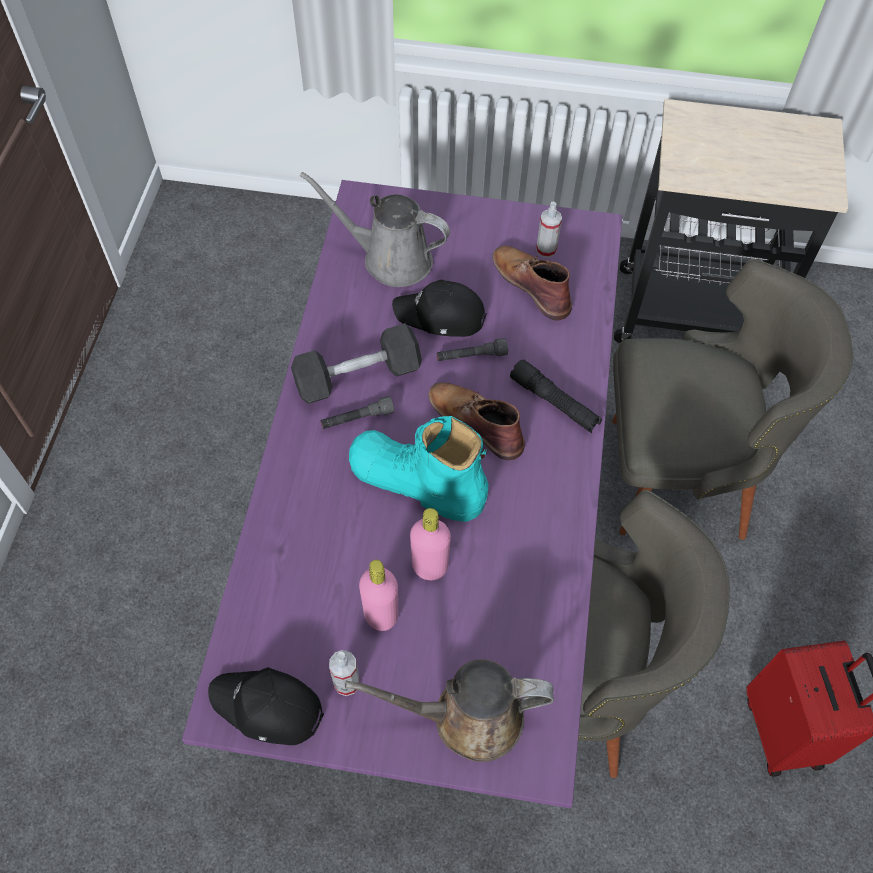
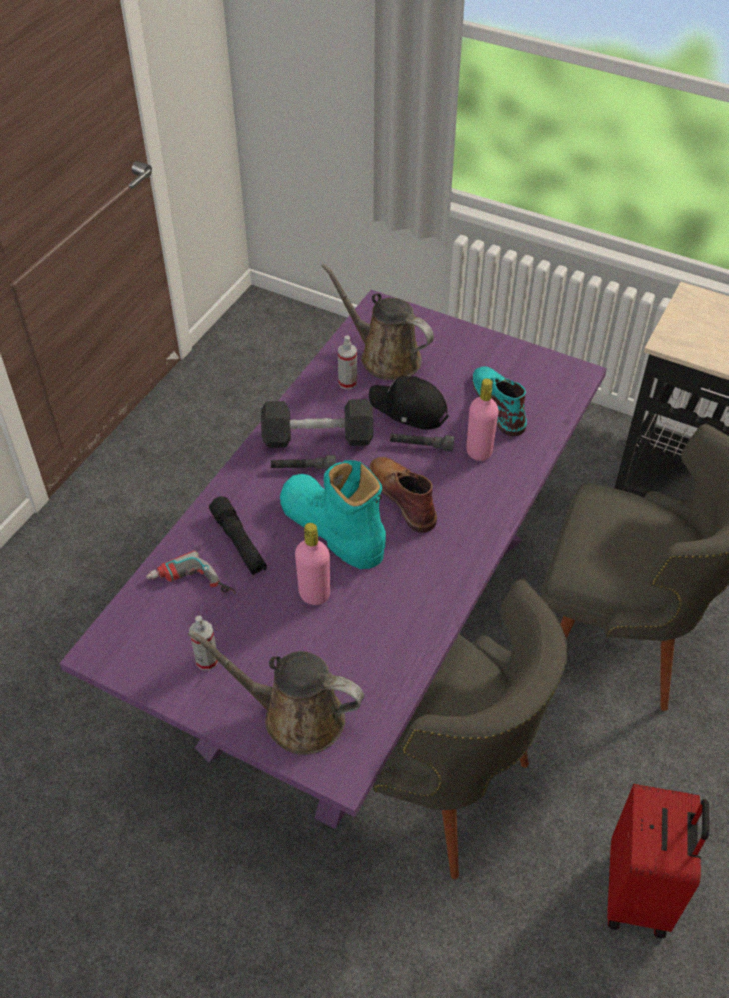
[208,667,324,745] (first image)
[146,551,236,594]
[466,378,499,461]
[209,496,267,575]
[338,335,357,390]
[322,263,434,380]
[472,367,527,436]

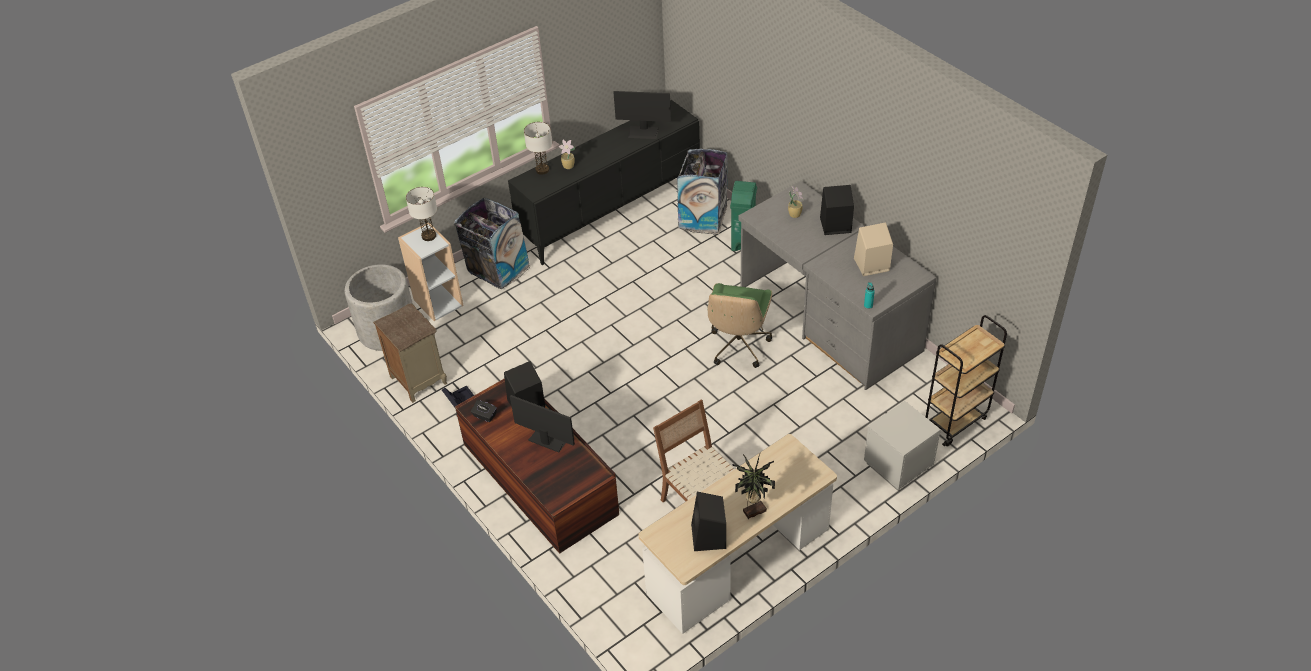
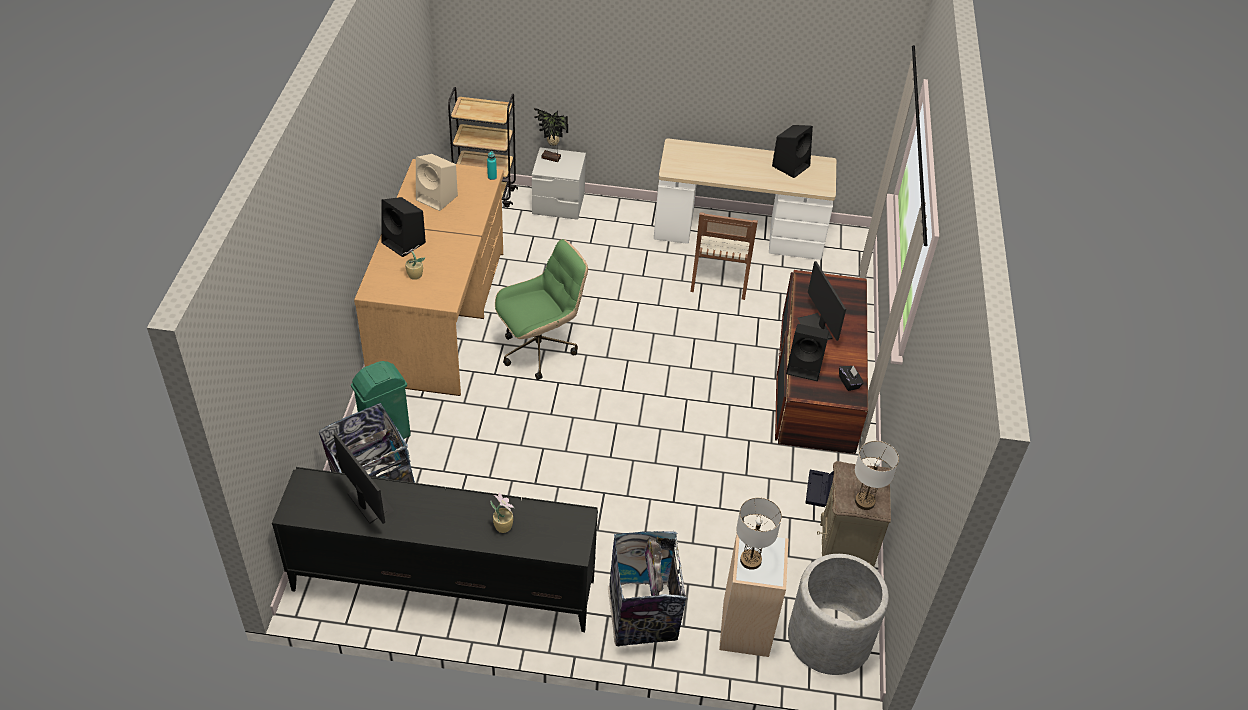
[855,441,899,510]
[534,108,568,162]
[354,159,504,396]

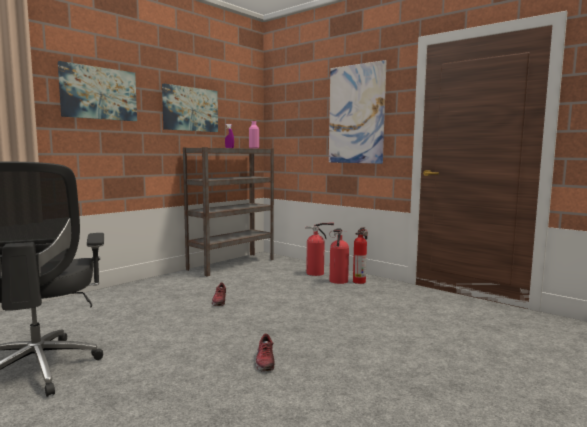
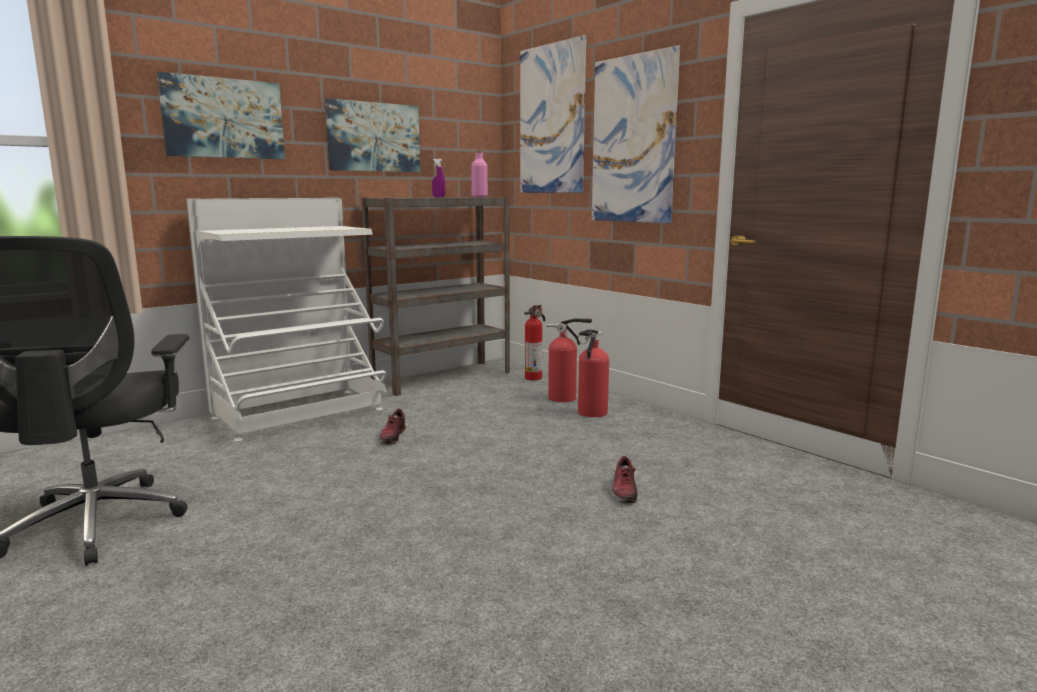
[186,198,387,441]
[520,35,586,193]
[612,456,637,503]
[524,305,545,381]

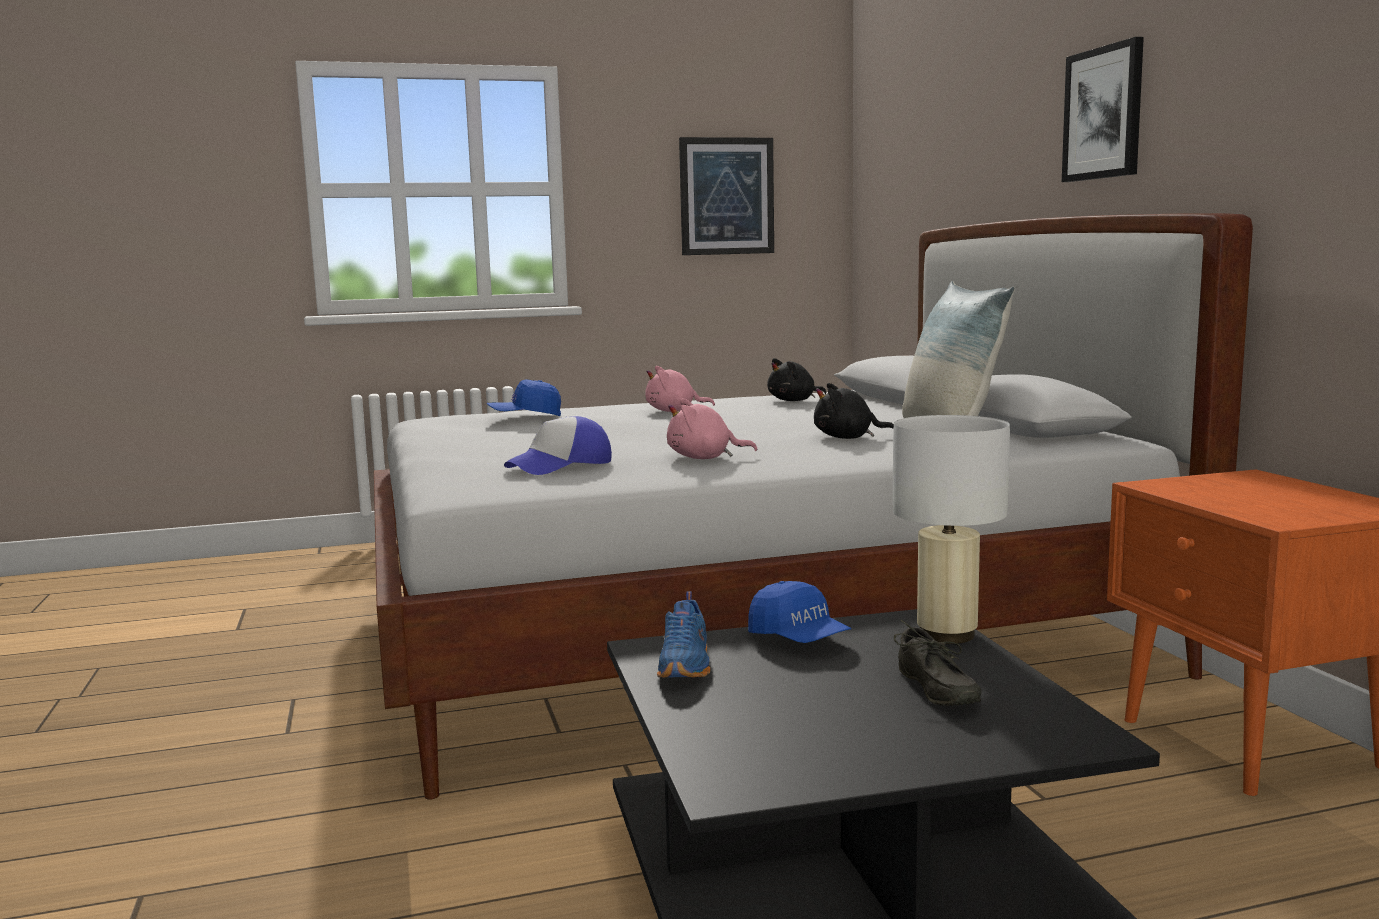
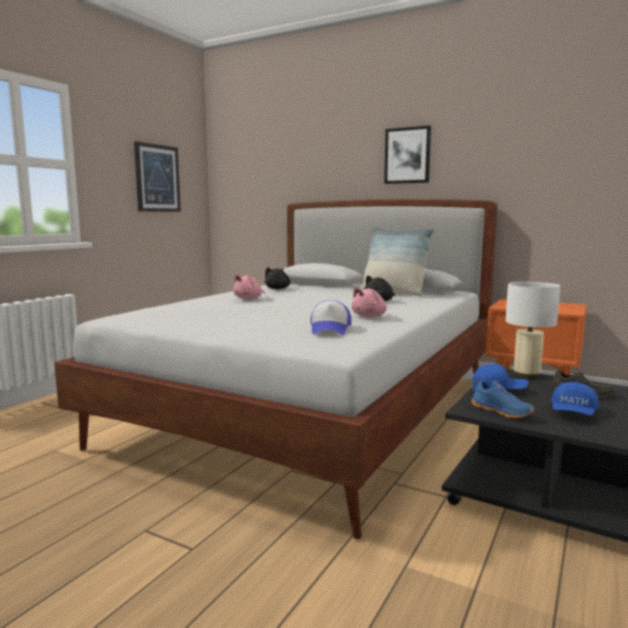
[551,382,599,416]

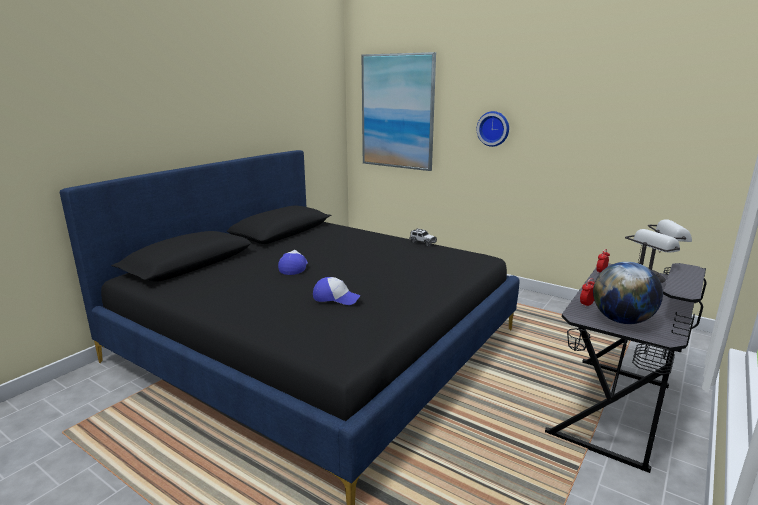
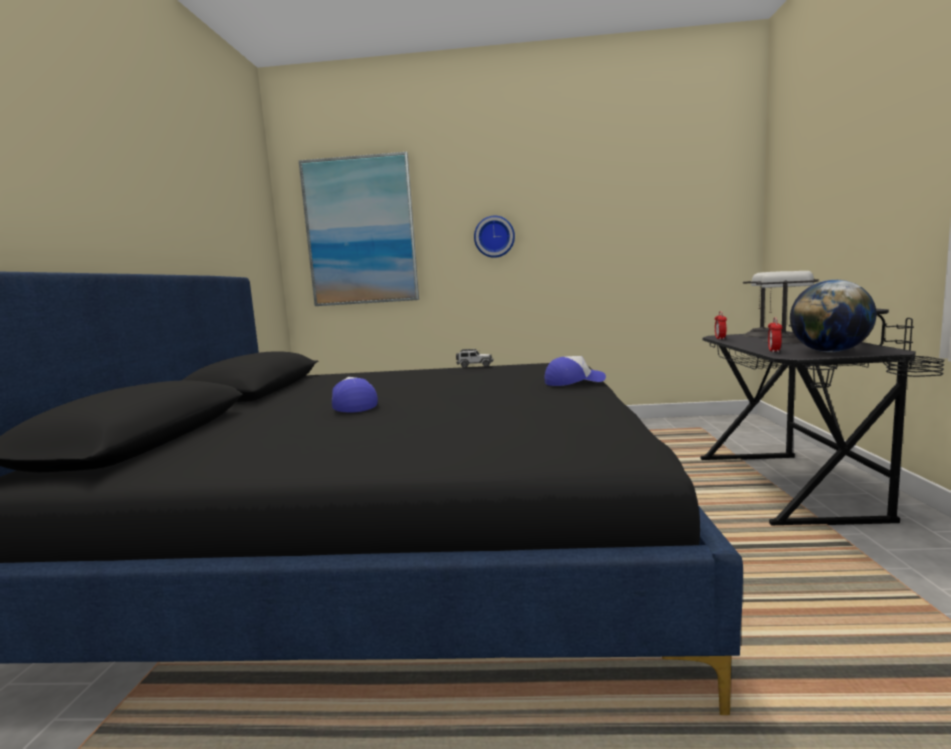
[544,356,606,386]

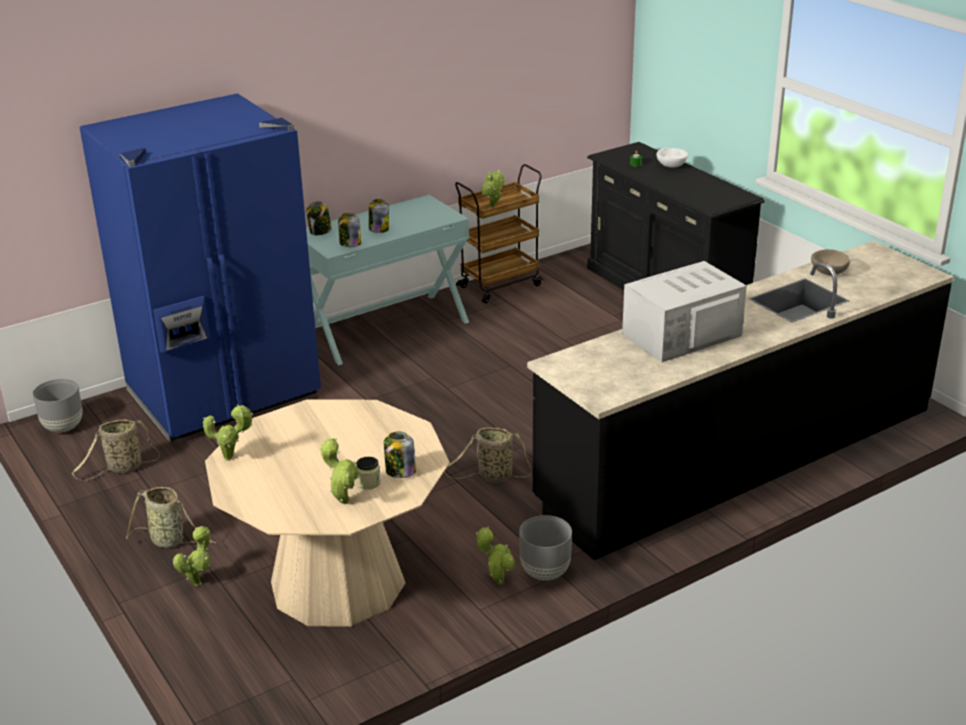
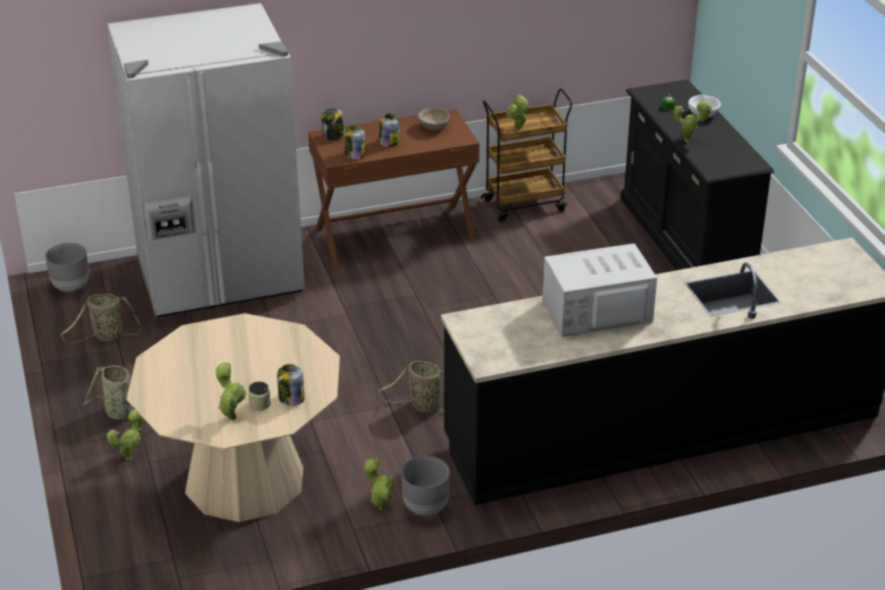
[674,100,713,142]
[418,108,450,131]
[107,3,305,319]
[308,109,480,266]

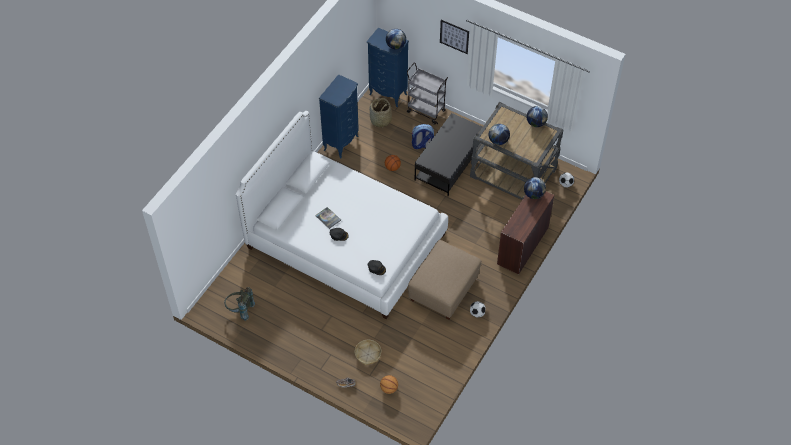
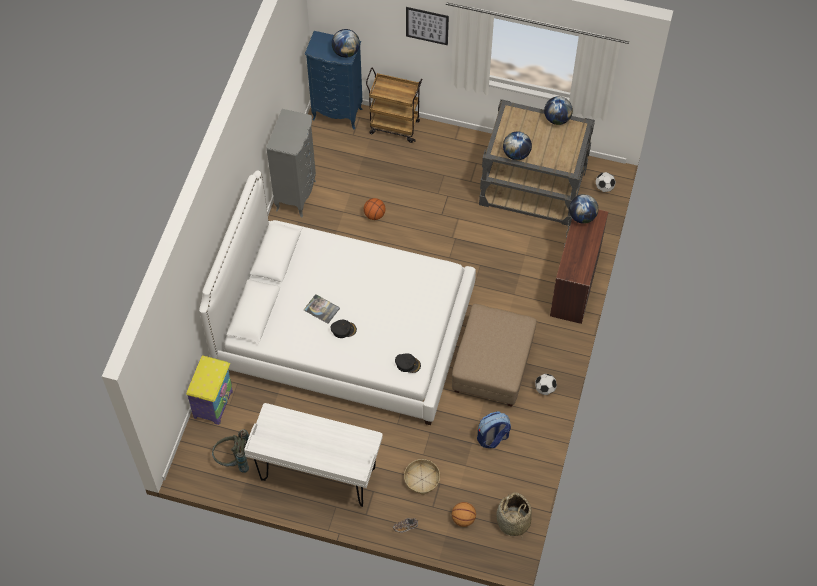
[415,113,482,196] (first image)
[186,355,233,425]
[244,403,383,507]
[497,492,532,540]
[477,412,511,448]
[266,109,316,217]
[366,68,422,143]

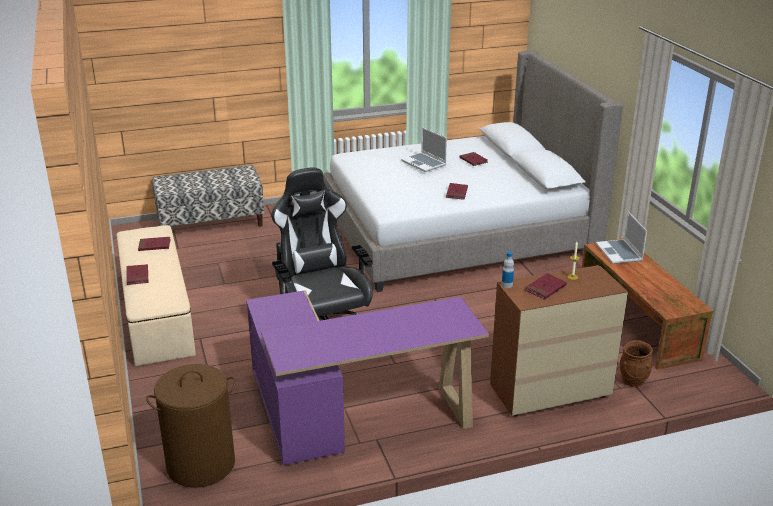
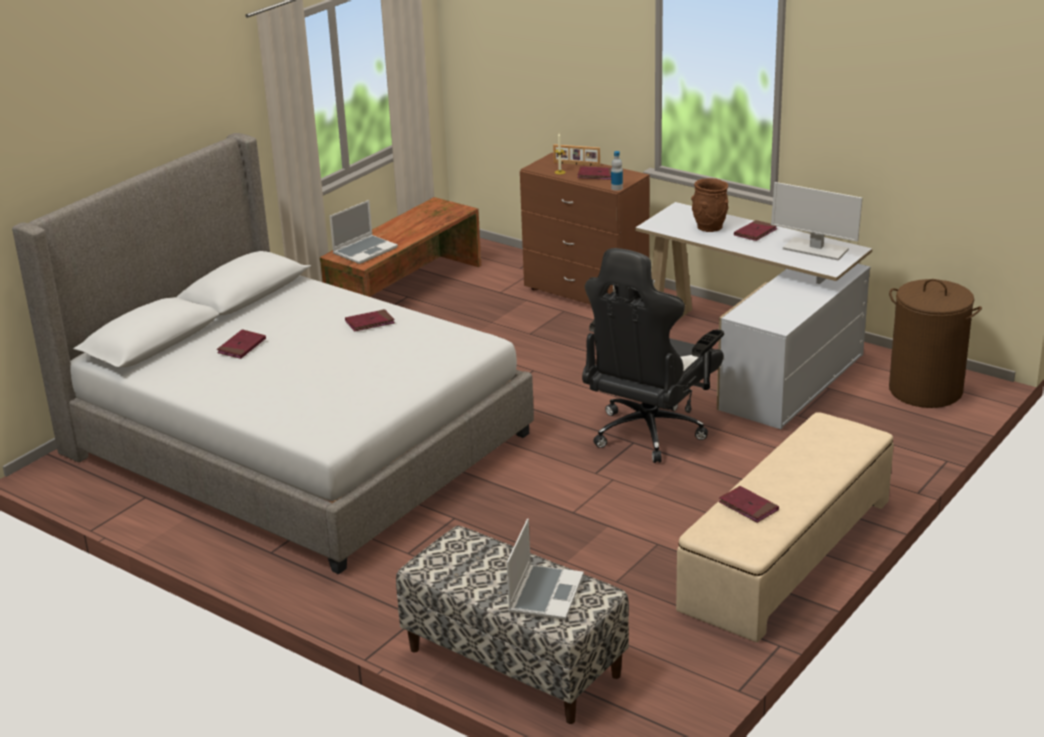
[553,144,600,166]
[771,182,863,260]
[734,220,778,241]
[507,518,584,620]
[691,178,728,232]
[635,202,872,429]

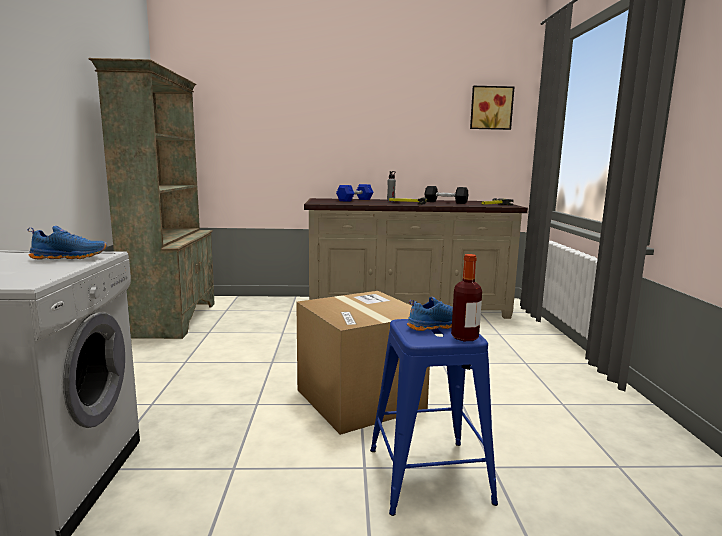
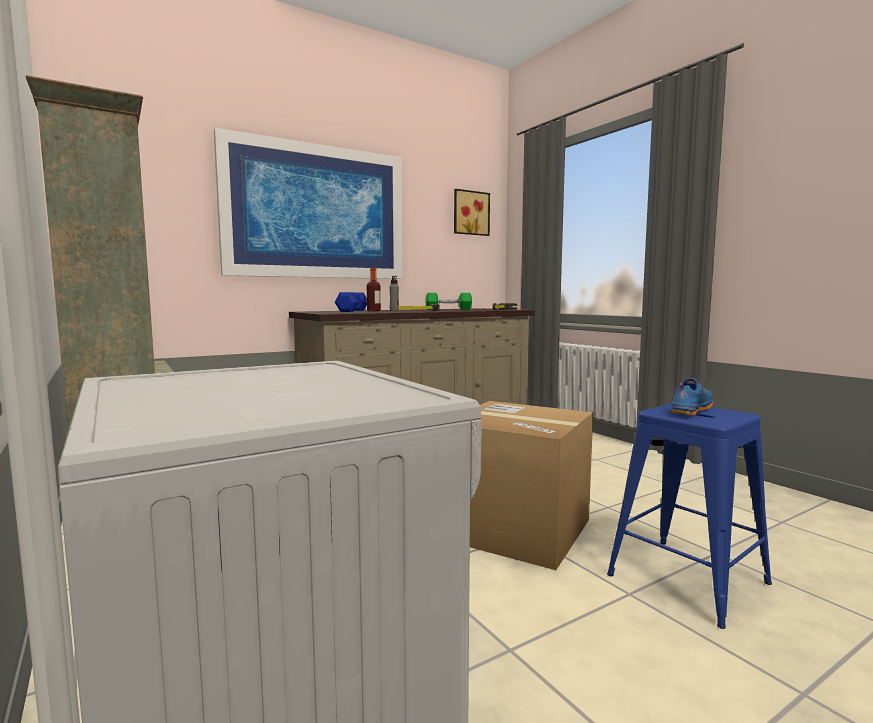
[28,226,107,260] (first image)
[214,128,403,279]
[367,267,381,311]
[426,293,472,310]

